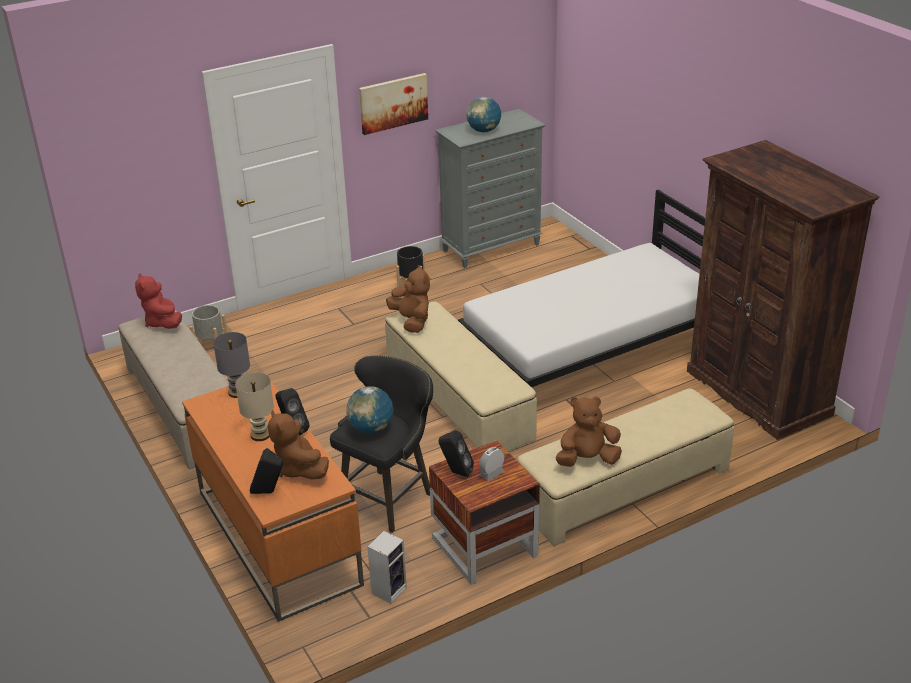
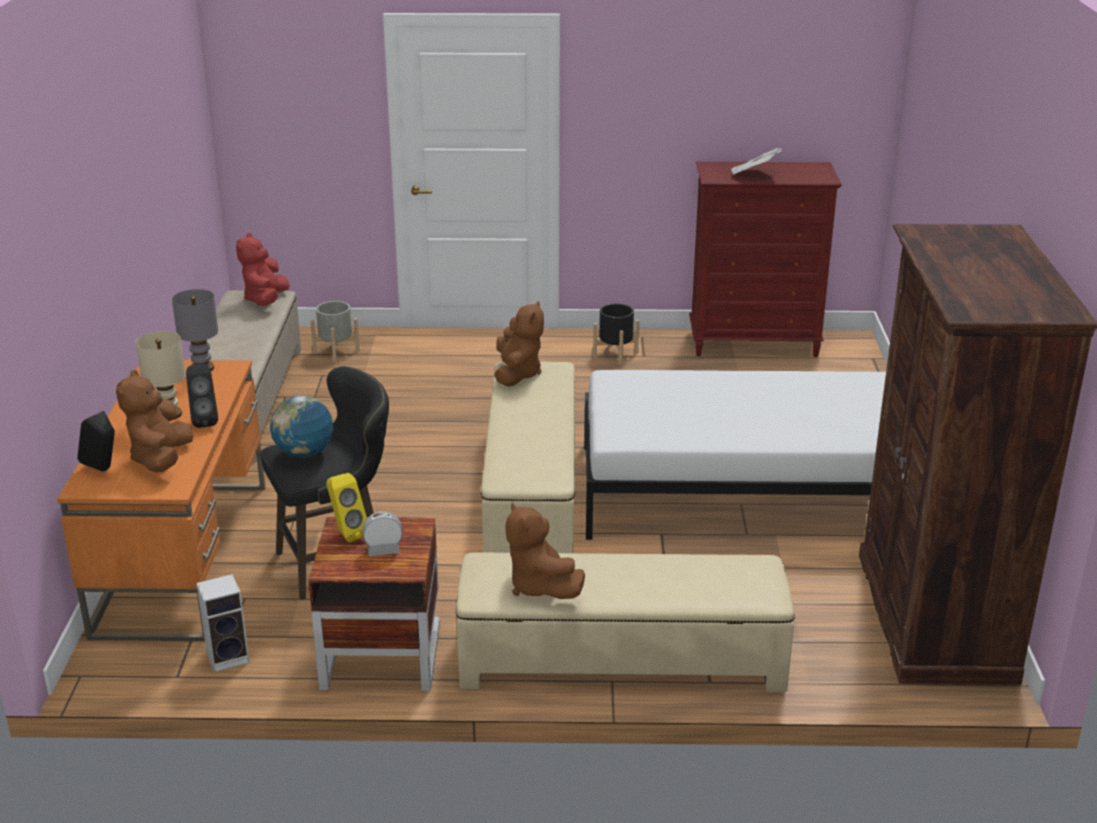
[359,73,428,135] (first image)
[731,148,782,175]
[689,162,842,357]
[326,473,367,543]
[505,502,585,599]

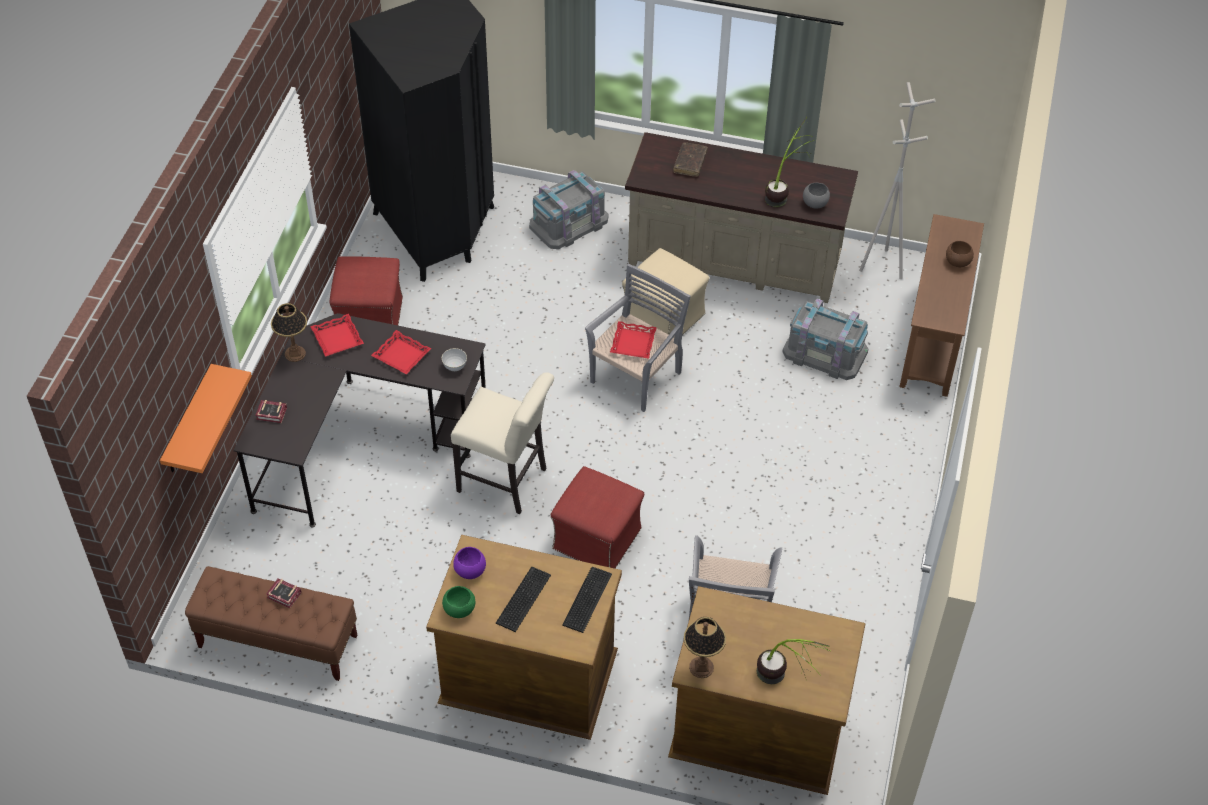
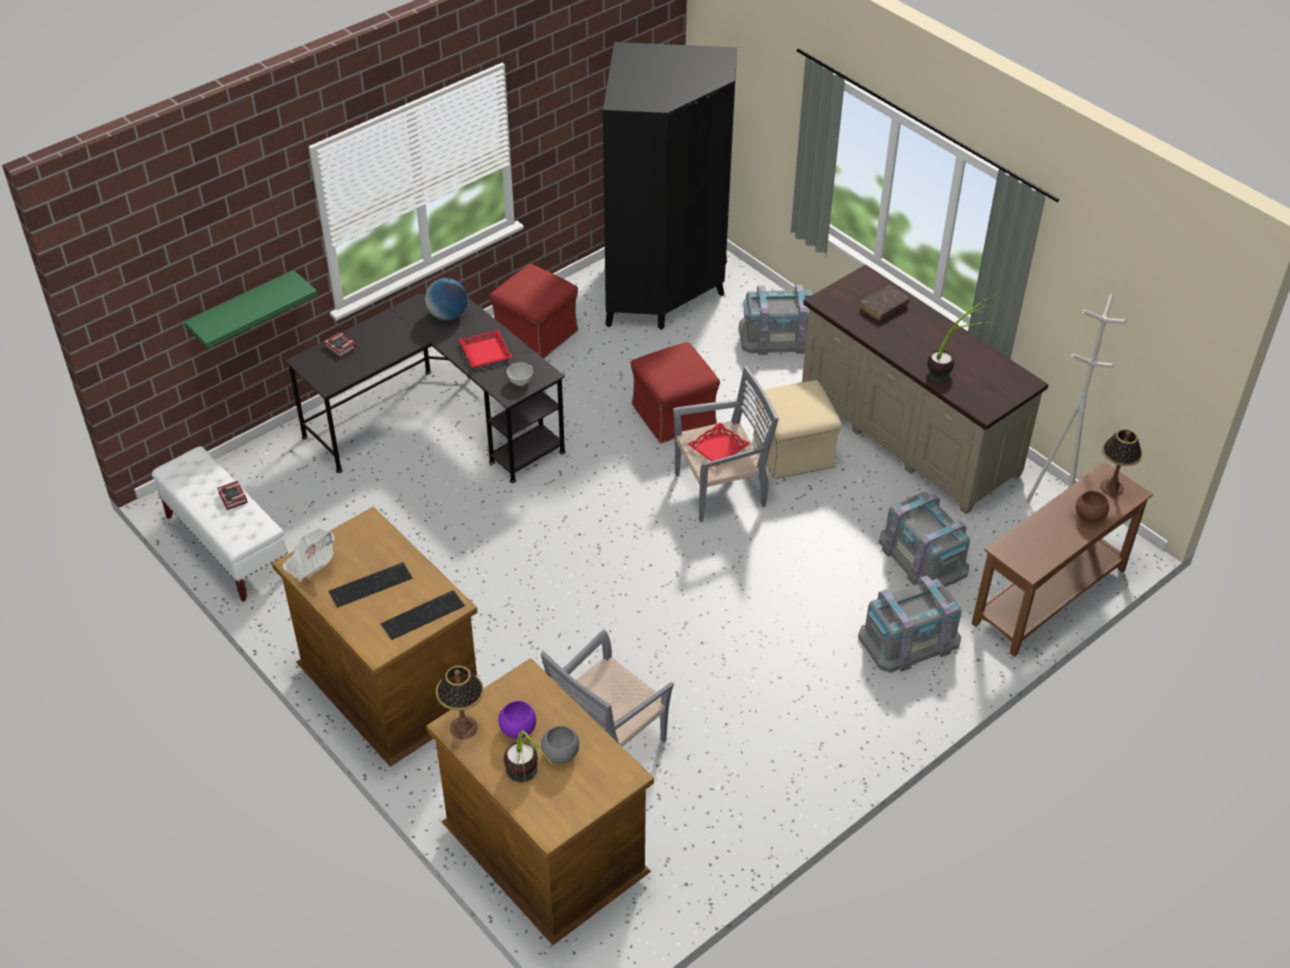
[451,372,554,514] (first image)
[858,576,962,673]
[1100,429,1143,497]
[498,701,536,739]
[631,342,720,443]
[541,726,579,764]
[425,278,468,321]
[283,528,335,581]
[184,270,318,348]
[152,446,288,602]

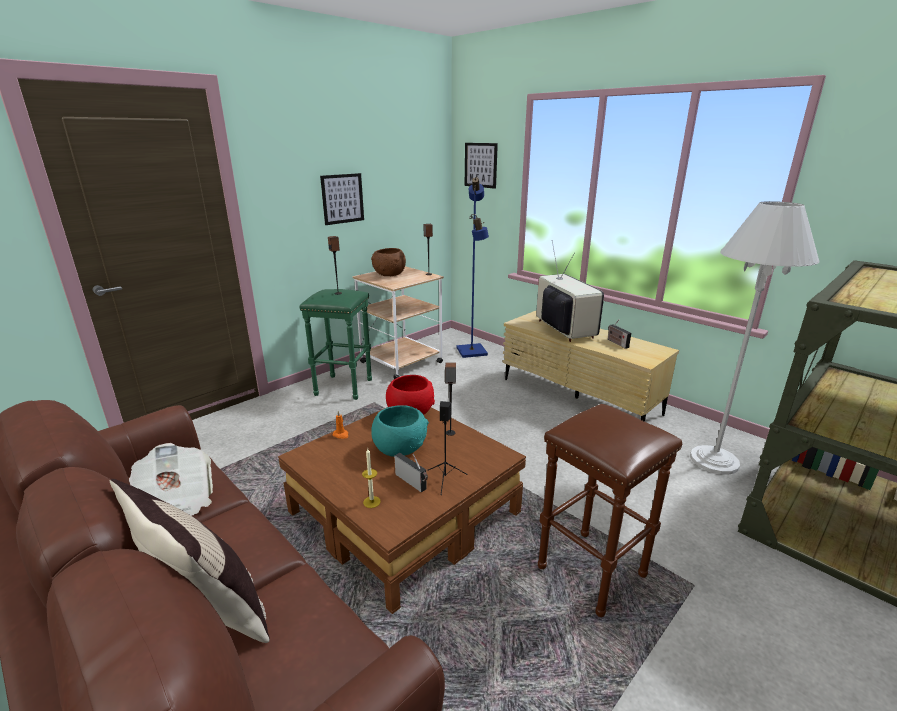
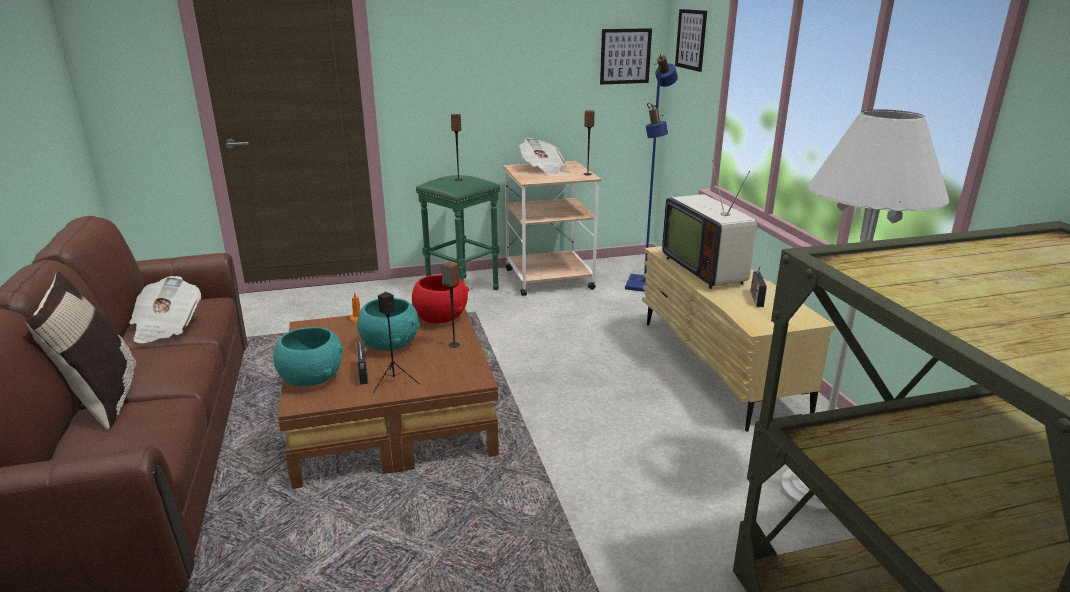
[538,404,682,617] (first image)
[600,28,652,85]
[273,327,343,386]
[519,138,567,175]
[662,160,757,289]

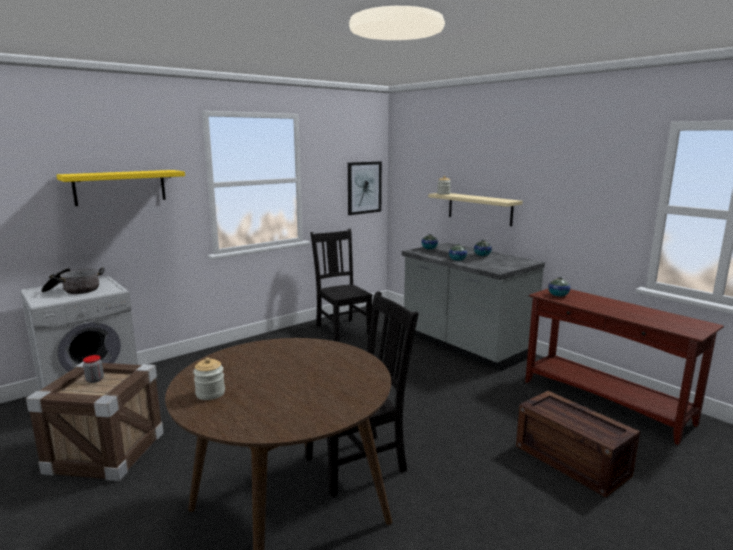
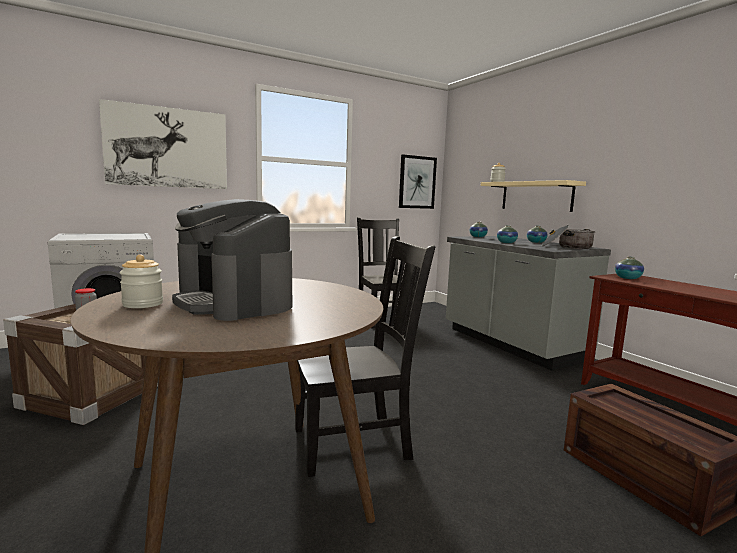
[172,199,292,321]
[542,225,596,249]
[99,99,227,189]

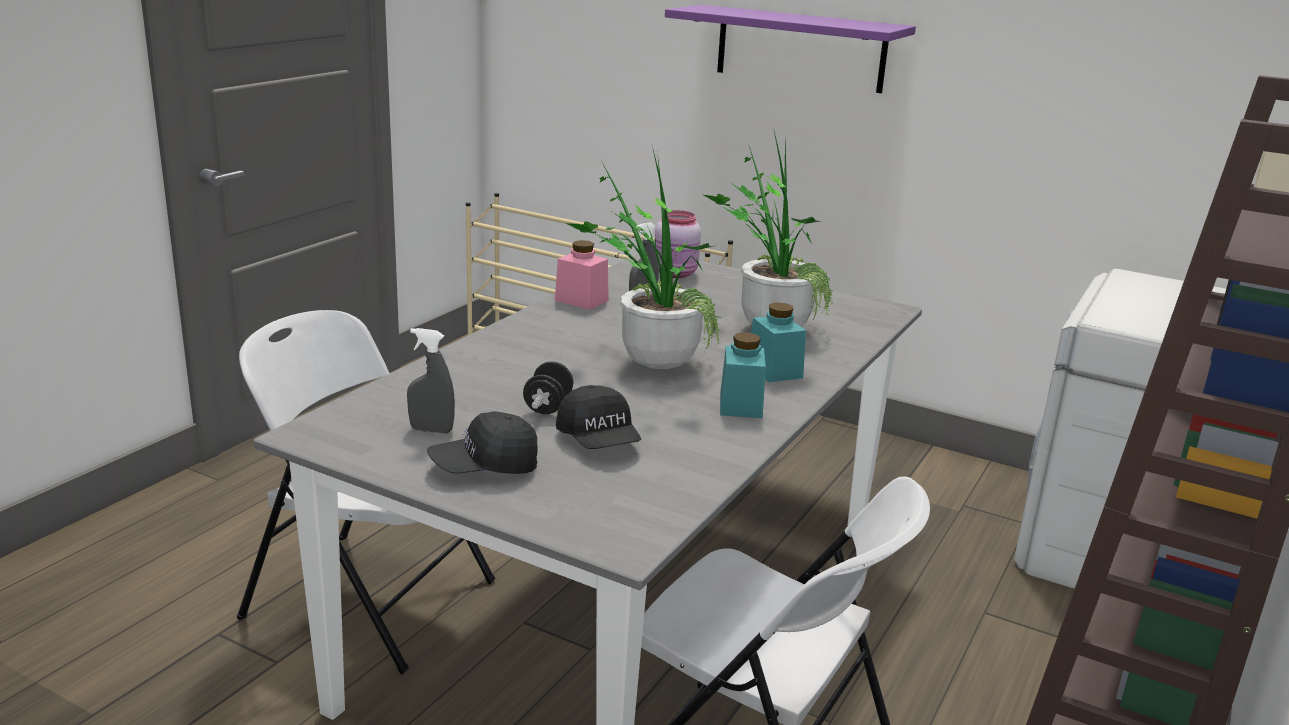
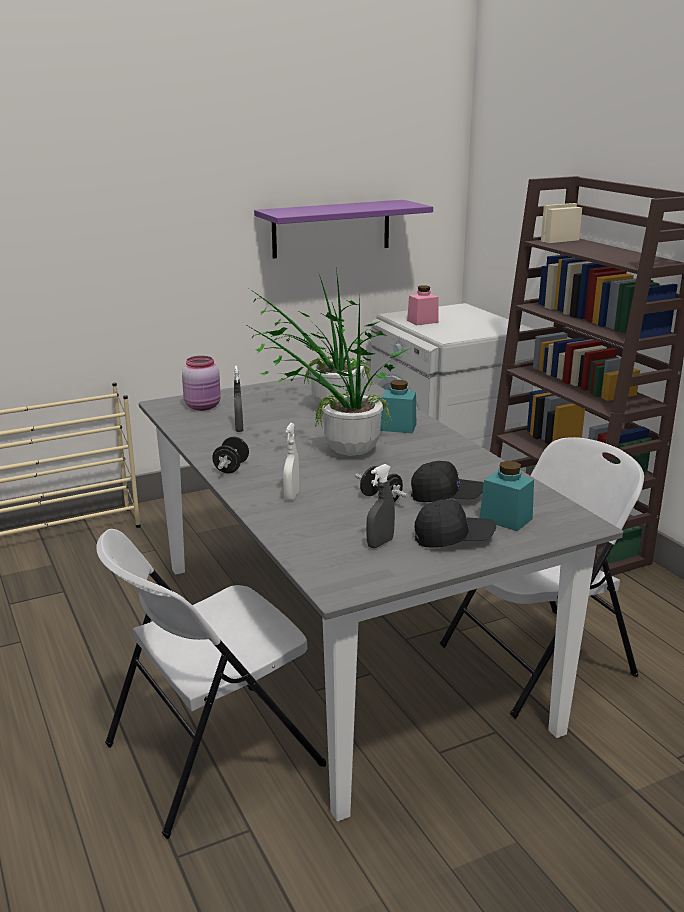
[212,437,249,473]
[283,423,299,501]
[407,285,439,325]
[254,200,433,259]
[480,461,534,531]
[415,499,496,548]

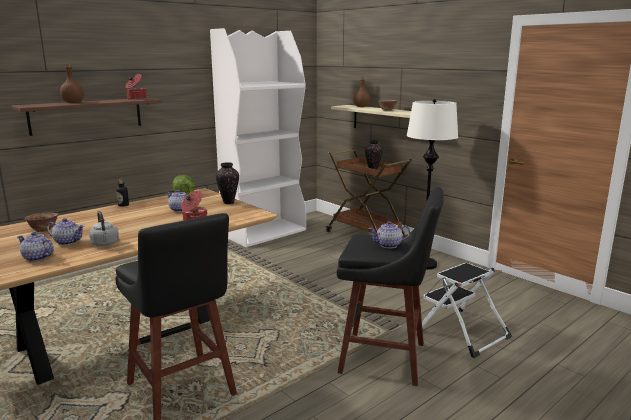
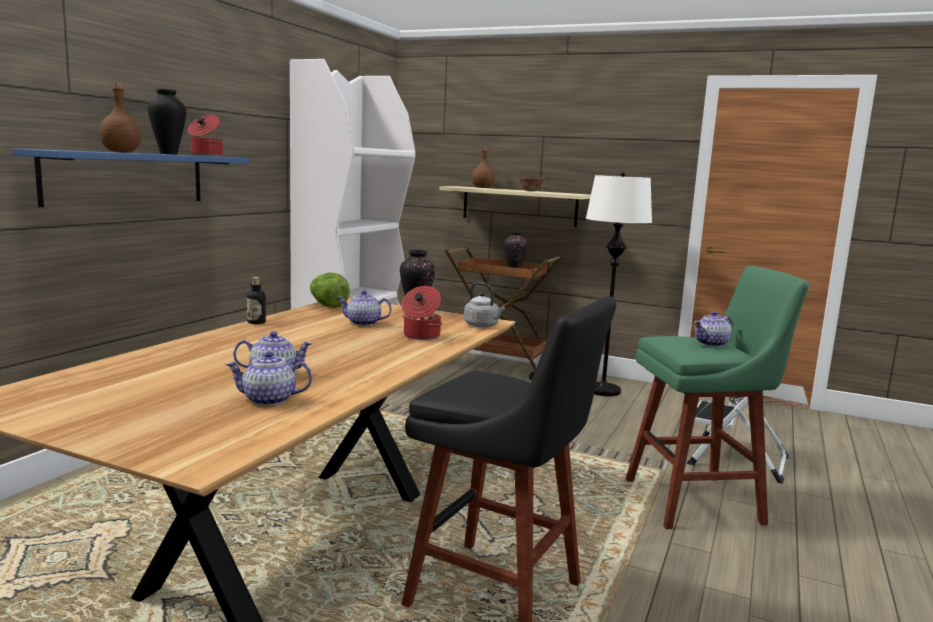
[25,213,58,232] (first image)
[148,89,186,155]
[464,282,505,327]
[13,148,249,207]
[626,266,809,529]

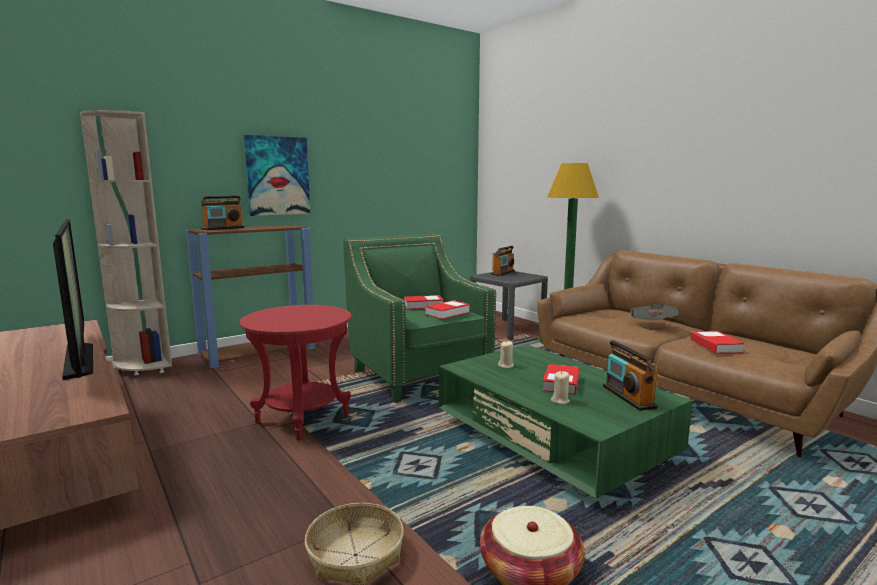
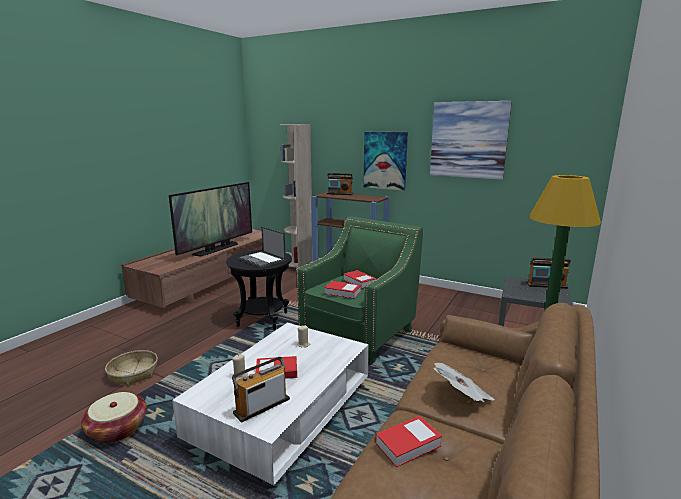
[239,227,286,268]
[430,101,512,180]
[226,250,292,330]
[172,323,369,485]

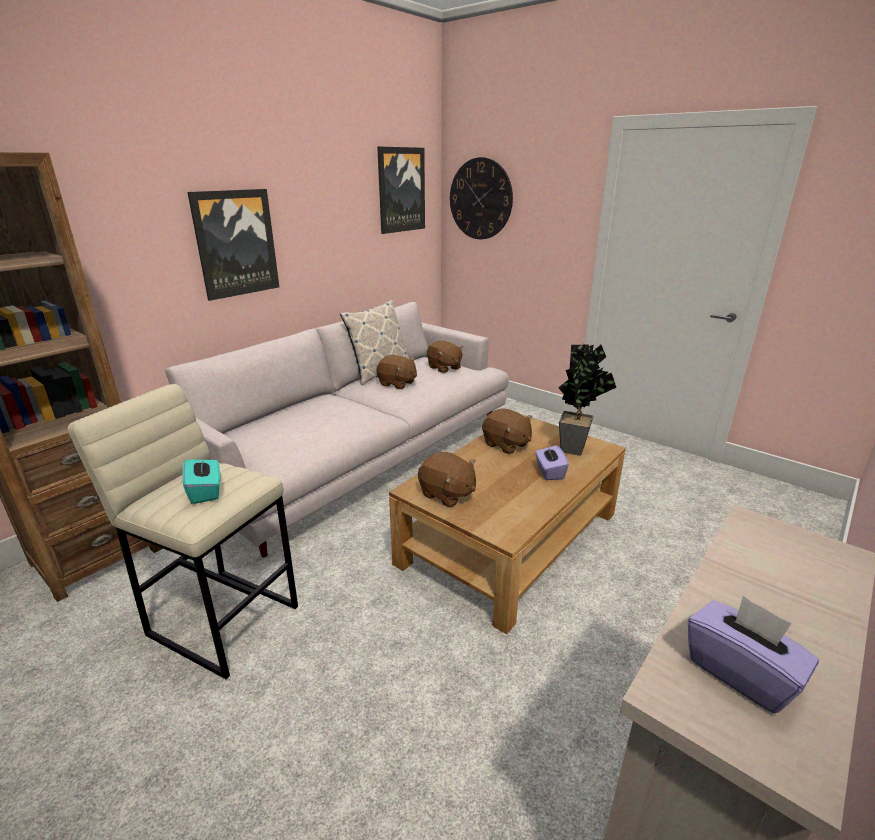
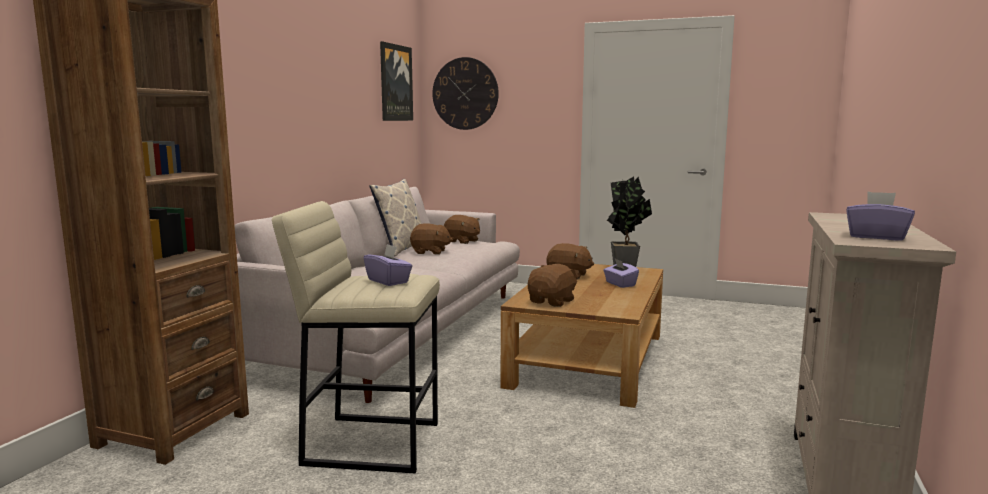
[187,189,279,301] (first image)
[364,244,413,286]
[528,264,579,307]

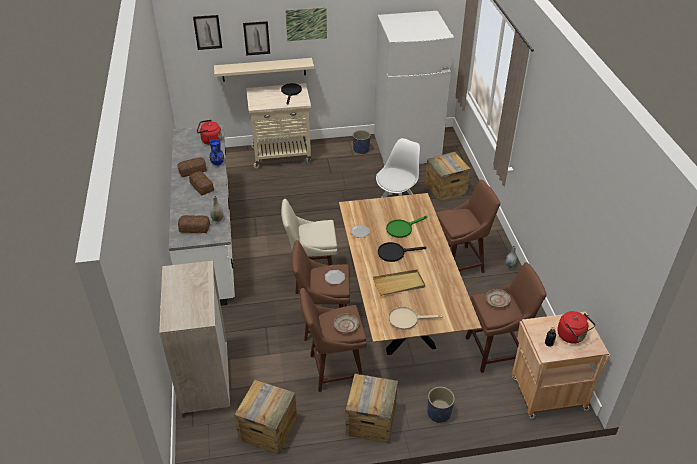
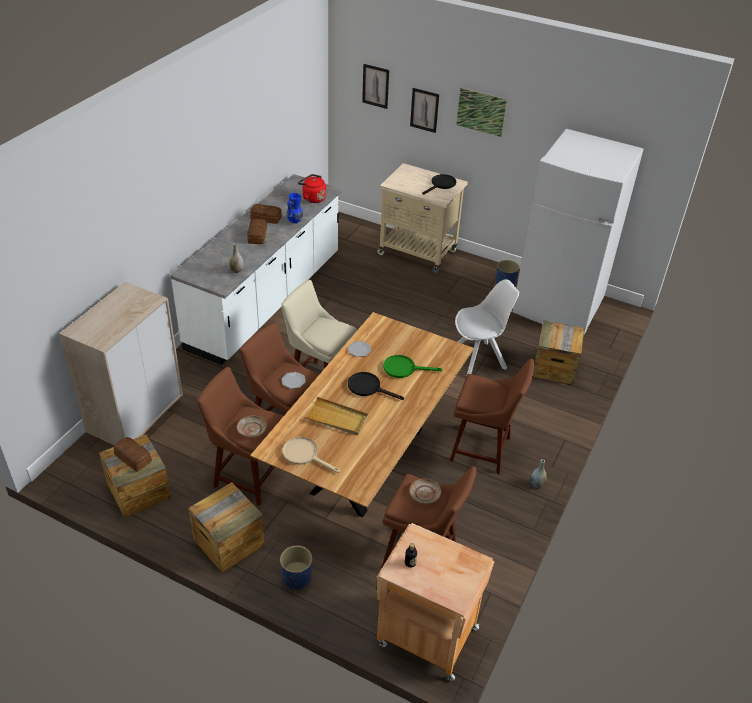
[214,58,314,82] (first image)
[557,311,595,344] (first image)
[114,437,152,472]

